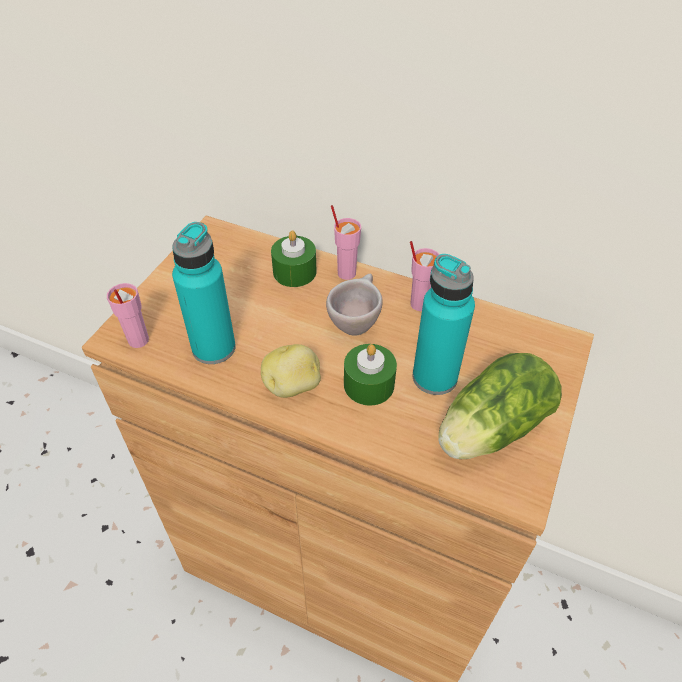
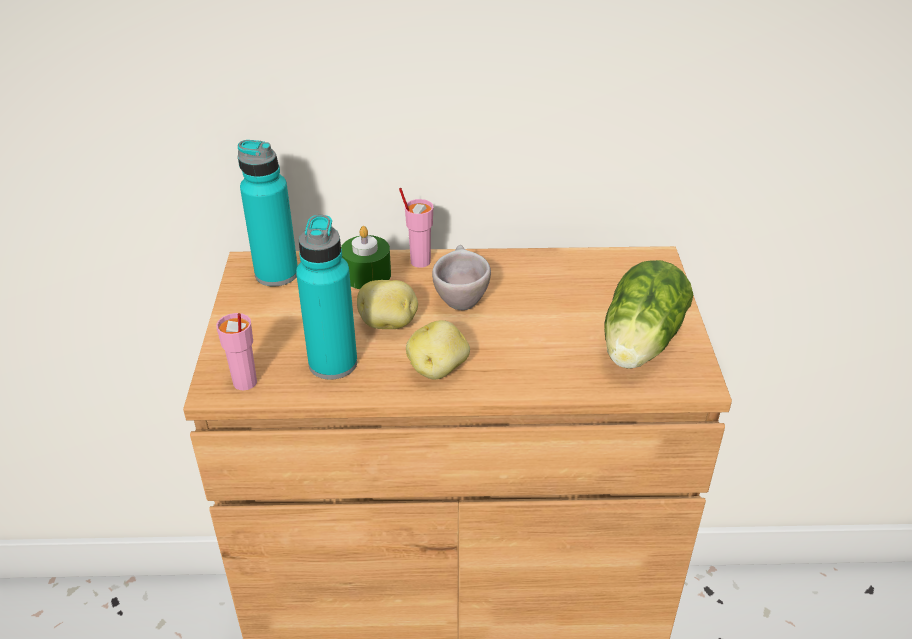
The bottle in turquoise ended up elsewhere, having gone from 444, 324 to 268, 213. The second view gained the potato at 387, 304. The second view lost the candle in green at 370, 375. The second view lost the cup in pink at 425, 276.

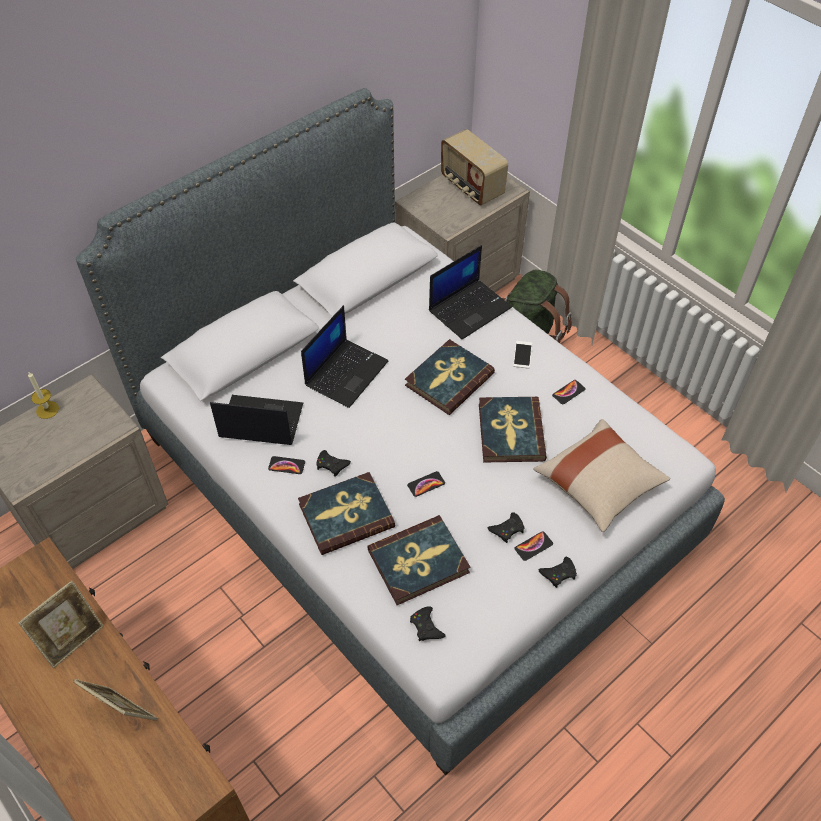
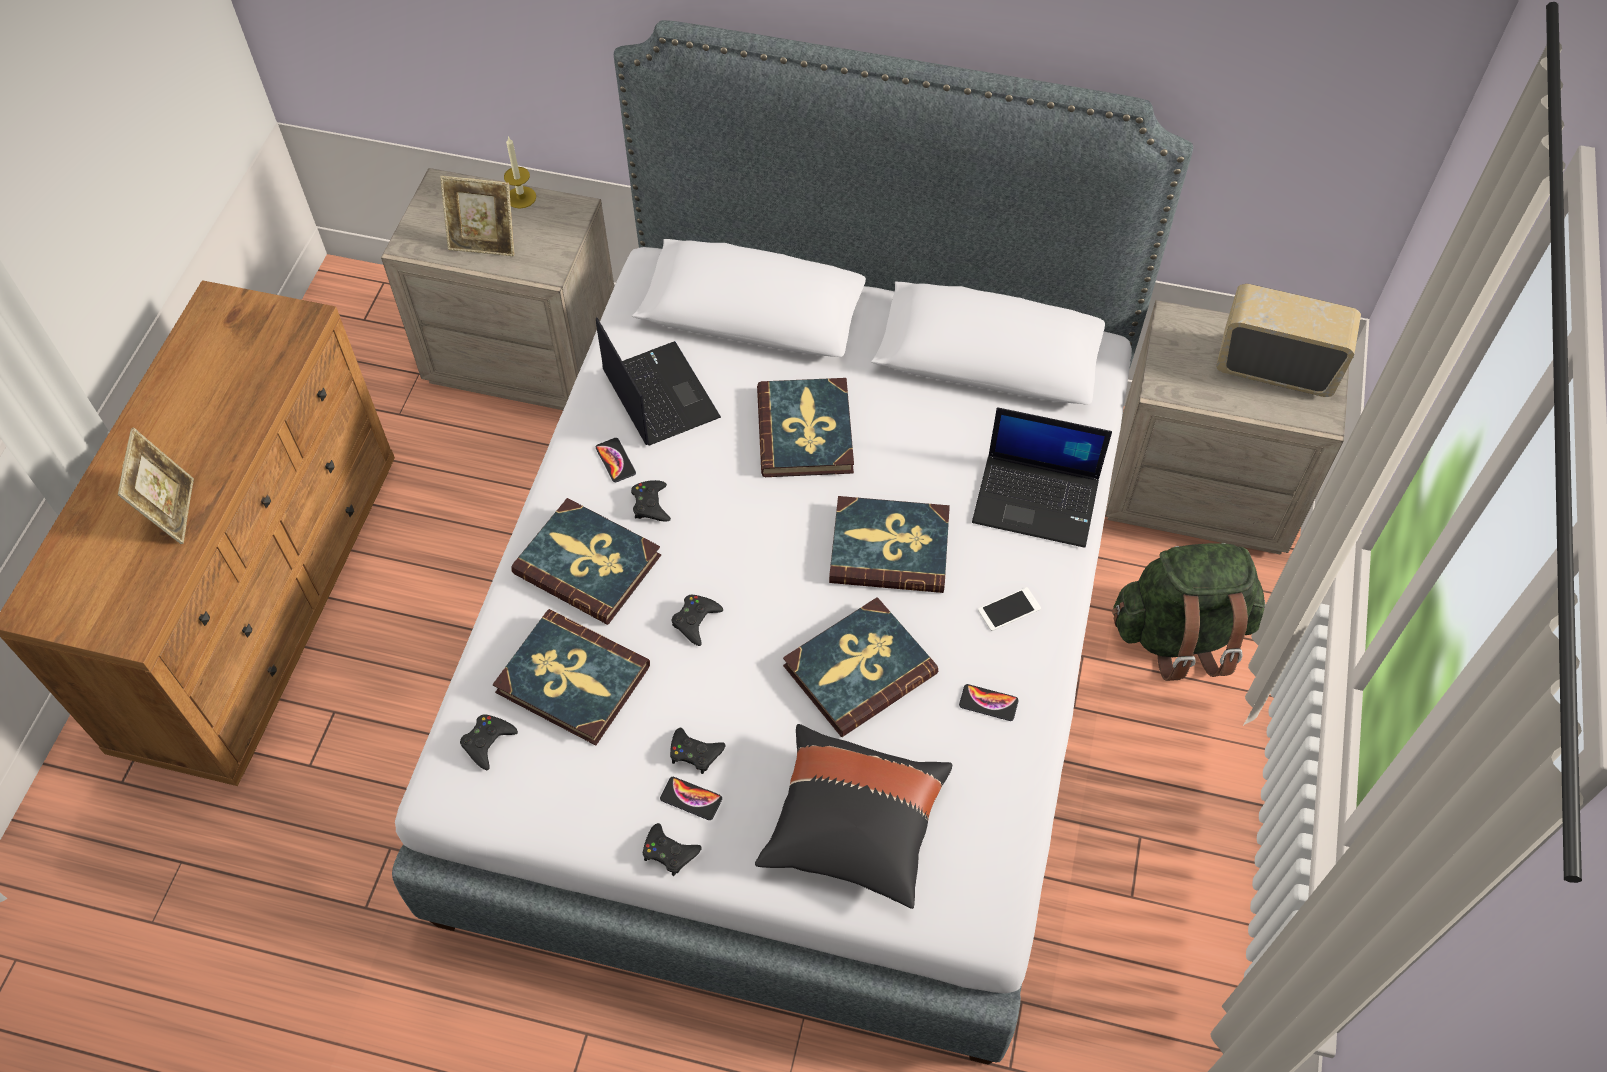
The picture frame ended up elsewhere, having gone from 61, 624 to 477, 216. Where the phone stood at 426, 484, the game controller in black came to stand at 697, 620. What was the pillow in beige at 601, 475 turned into the pillow in black at 853, 816. Where the laptop stood at 344, 356, the book came to stand at 805, 427. The radio at 474, 167 ended up facing another way, 90 degrees clockwise from before.

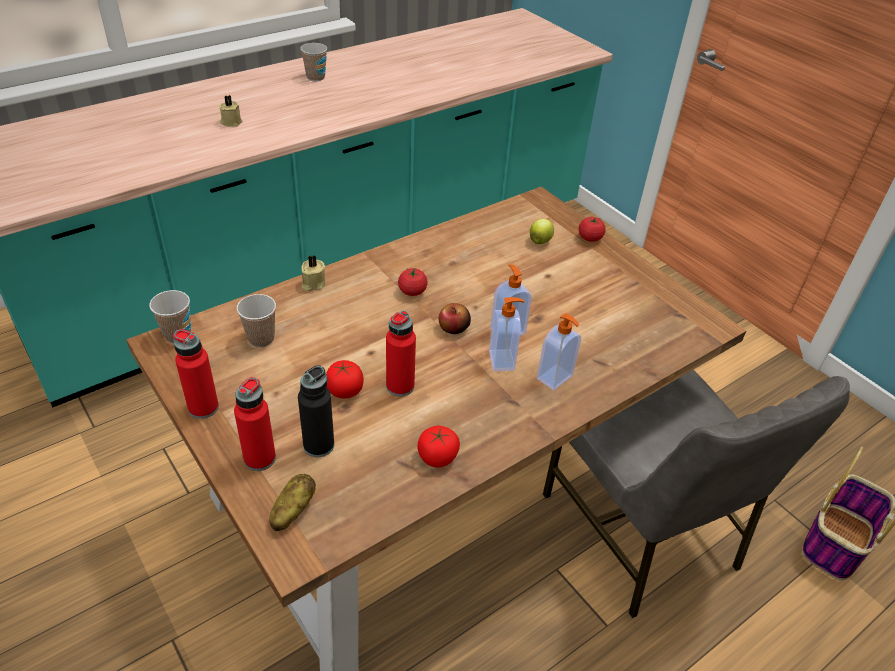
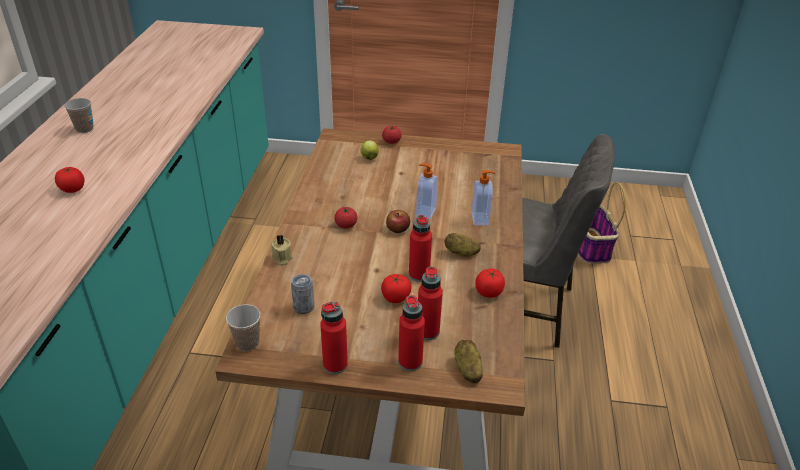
Where the candle in beige stood at 230, 111, the tomato came to stand at 70, 179. Where the cup stood at 256, 320, the can came to stand at 302, 294. What was the bottle in black at 316, 411 turned into the bottle in red at 430, 303. The second view gained the potato at 463, 245. The second view lost the soap dispenser at 506, 334.

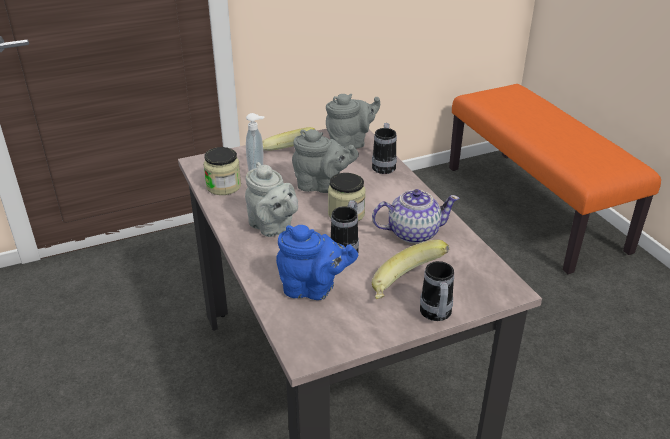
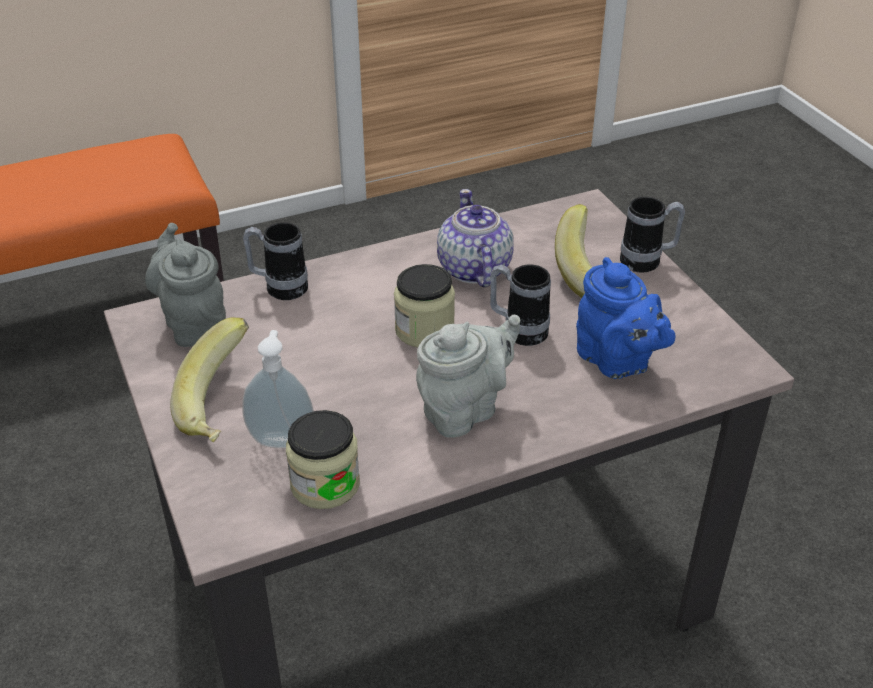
The teapot in blue at 317, 262 ended up facing another way, 135 degrees clockwise from before. The second view lost the teapot in grey at 325, 161.

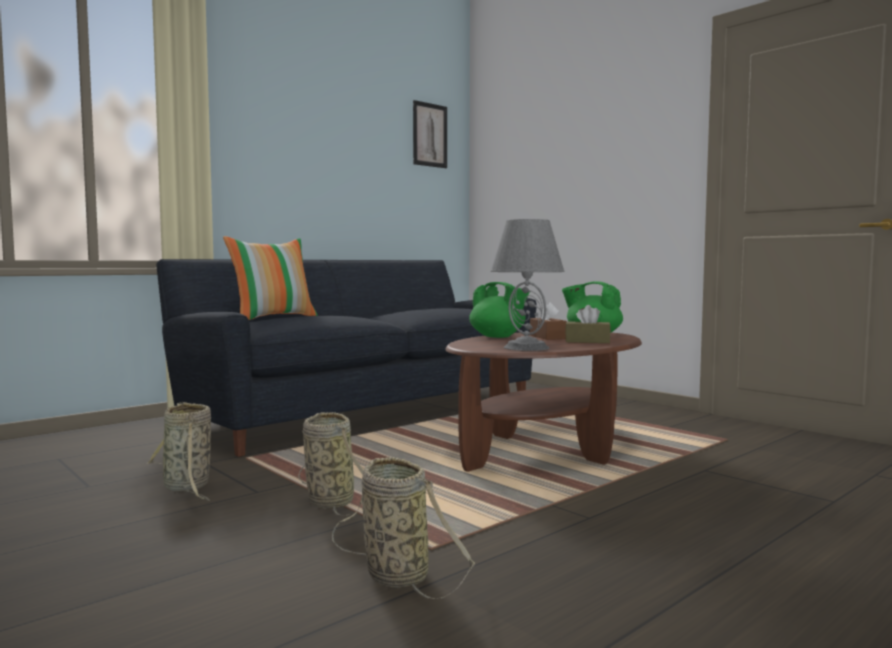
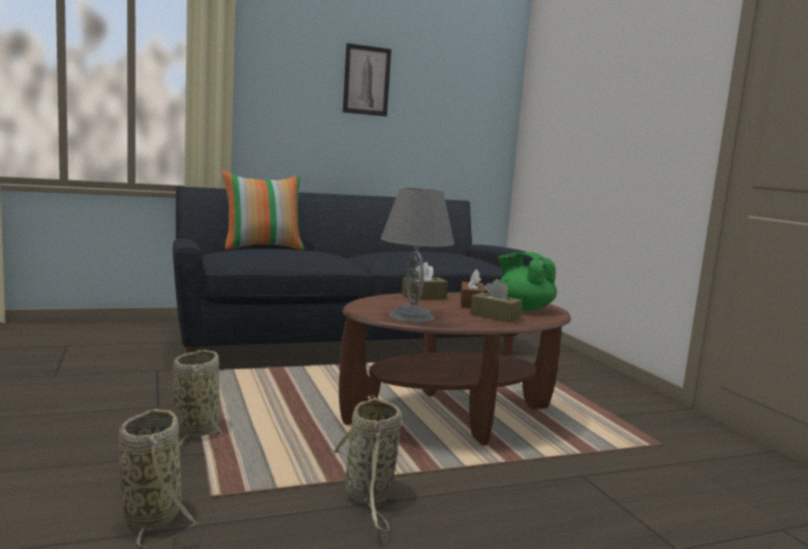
The basket ended up elsewhere, having gone from 178, 451 to 366, 463. The picture ended up elsewhere, having gone from 430, 134 to 367, 80. Where the teapot in green stood at 499, 310, the tissue box in brown came to stand at 425, 281.

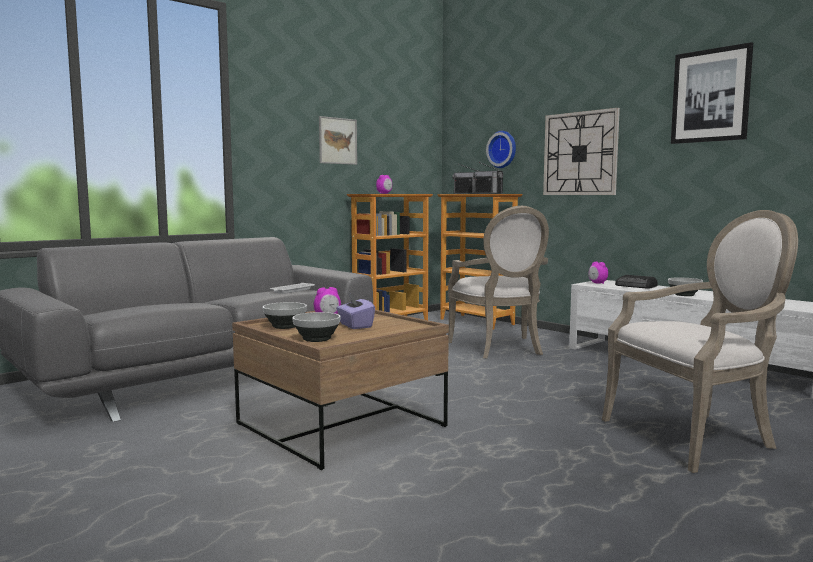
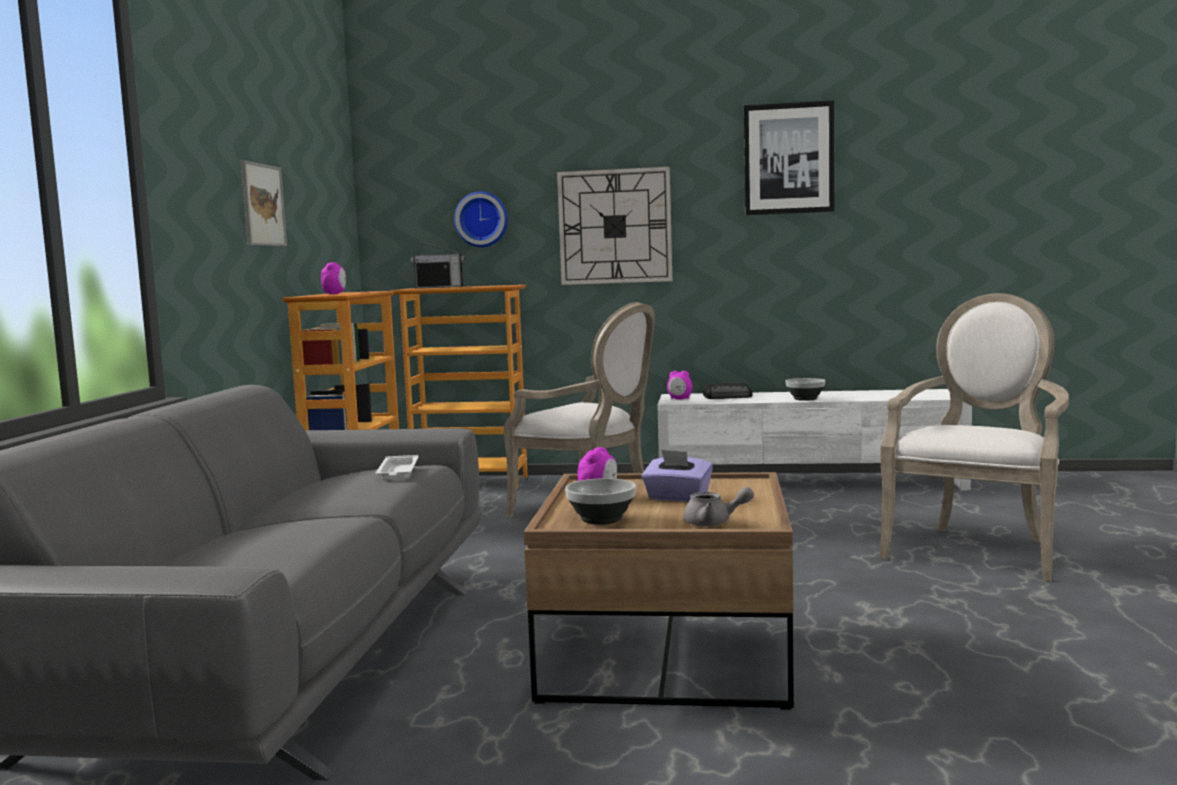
Where the bowl stood at 316, 327, the teapot in grey came to stand at 718, 506. The second view lost the radio at 488, 178.

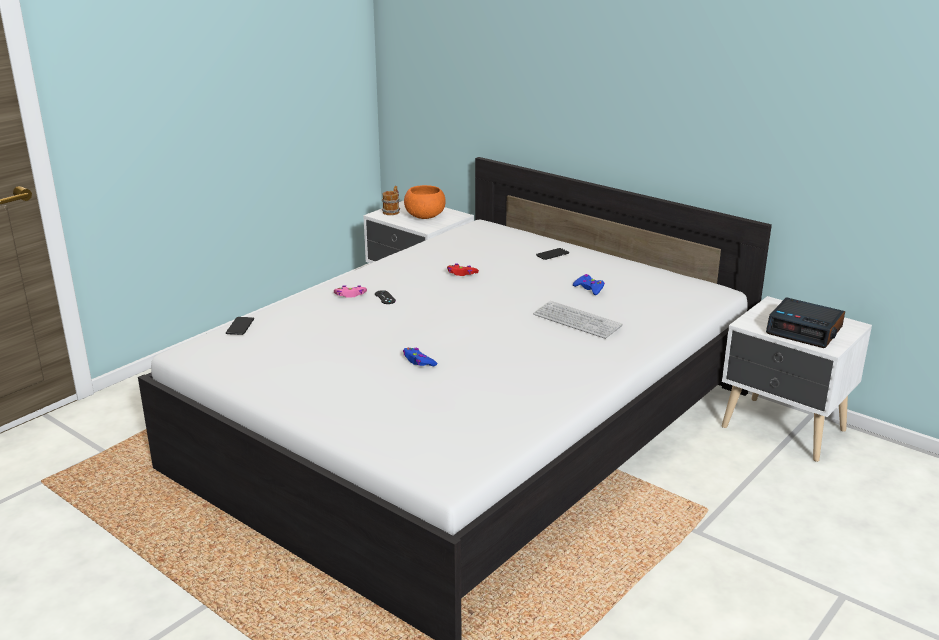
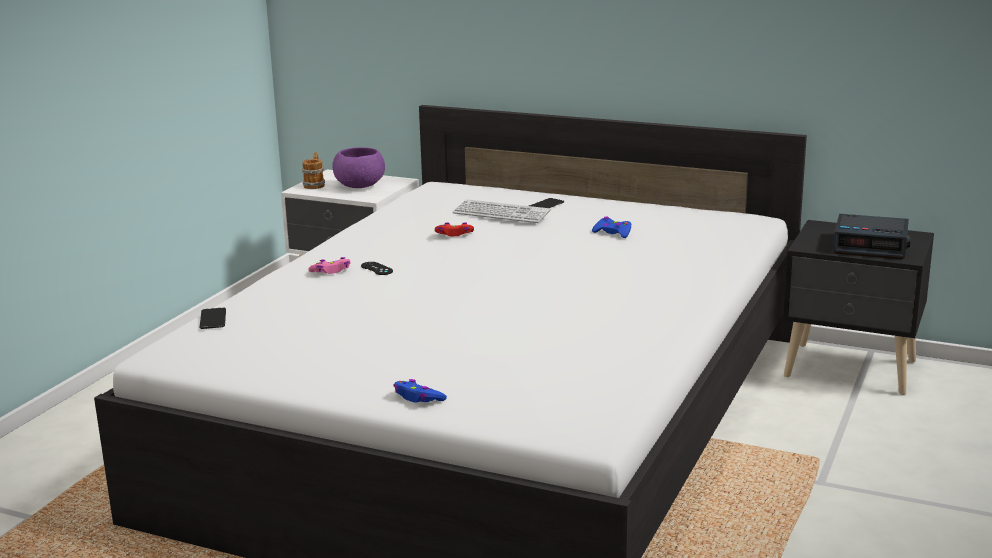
What was the bowl in orange at 425, 202 turned into the bowl in purple at 358, 167. The game controller in blue ended up elsewhere, having gone from 420, 357 to 420, 391. The keyboard ended up elsewhere, having gone from 577, 320 to 501, 211. What was the nightstand in white at 797, 379 turned into the nightstand in black at 858, 307.

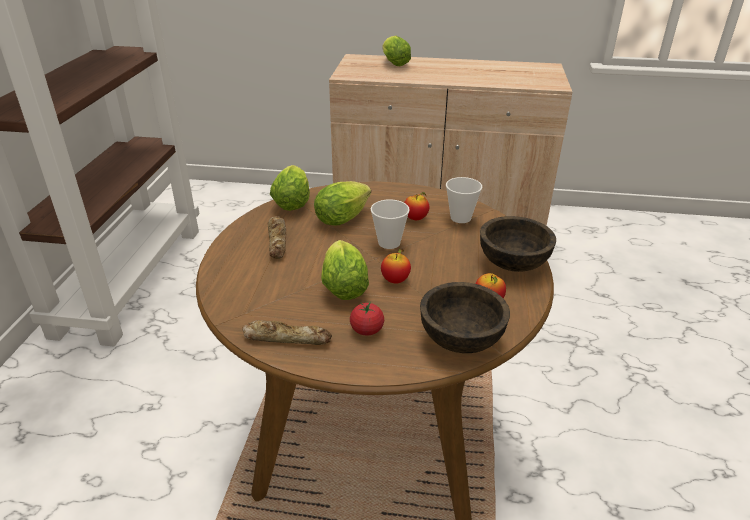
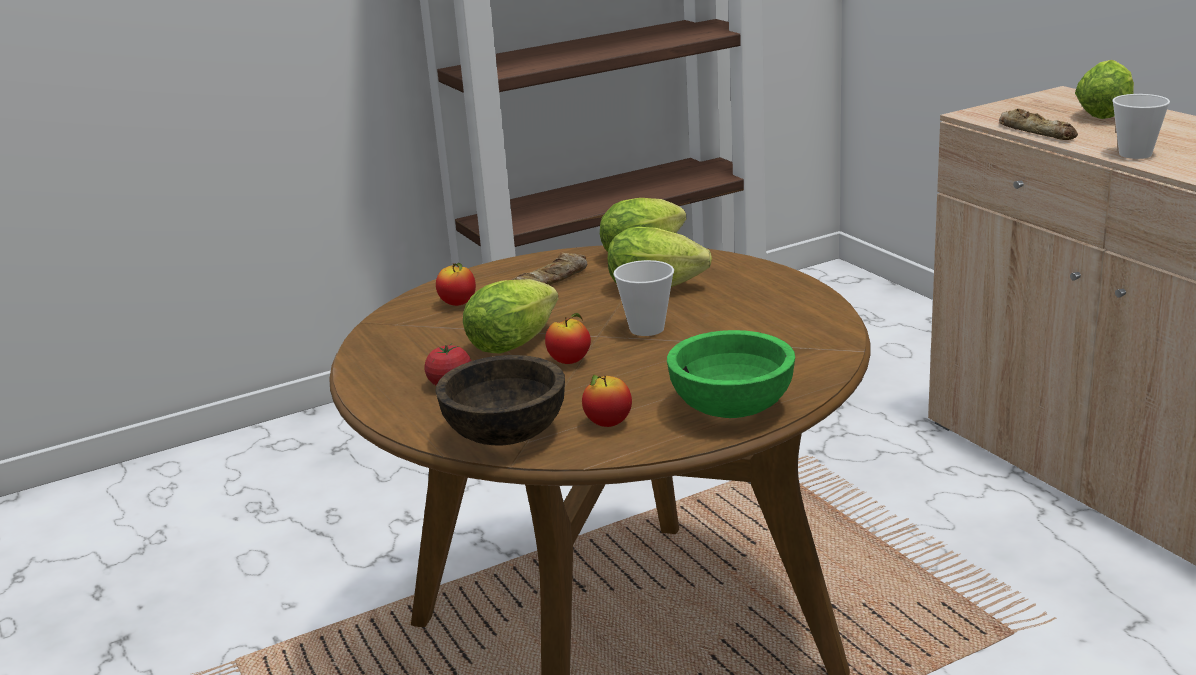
The apple ended up elsewhere, having gone from 417, 206 to 456, 284. What was the bowl in brown at 518, 244 turned into the bowl in green at 731, 374. The bread ended up elsewhere, having gone from 287, 332 to 1038, 124. The cup ended up elsewhere, having gone from 464, 200 to 1141, 126.

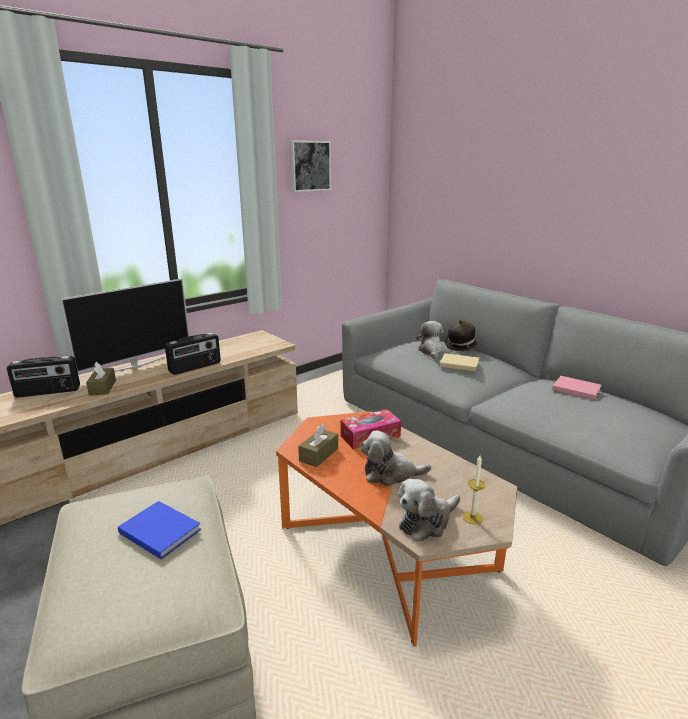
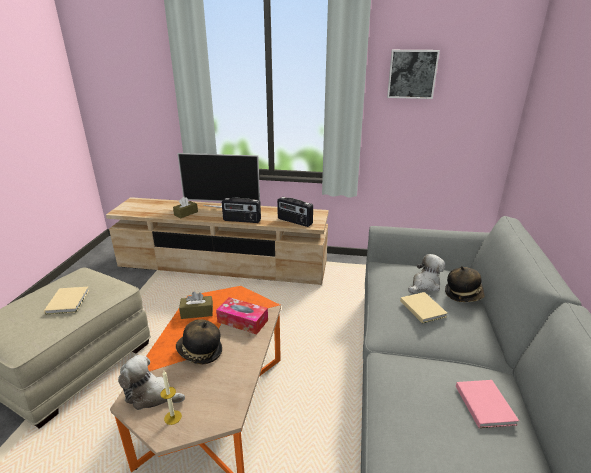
What was the book in blue at 159, 530 turned into the book in beige at 66, 301. Where the plush toy stood at 396, 458, the hat came to stand at 199, 341. The radio ended up elsewhere, having gone from 43, 376 to 295, 212.

